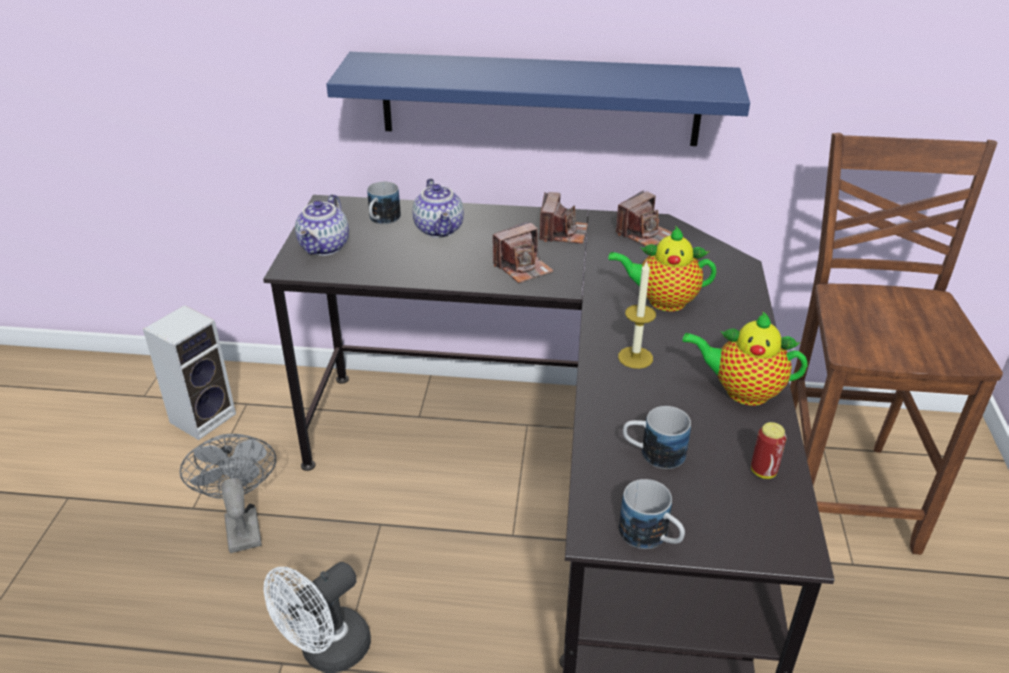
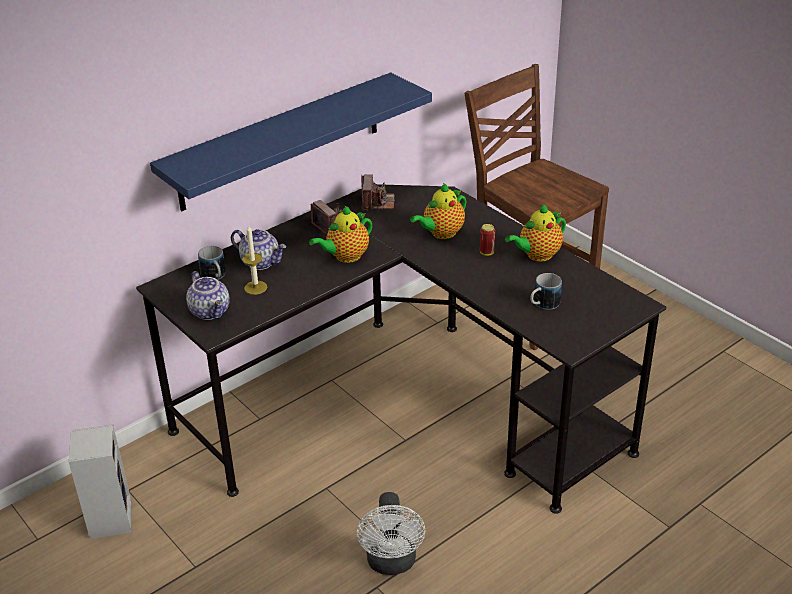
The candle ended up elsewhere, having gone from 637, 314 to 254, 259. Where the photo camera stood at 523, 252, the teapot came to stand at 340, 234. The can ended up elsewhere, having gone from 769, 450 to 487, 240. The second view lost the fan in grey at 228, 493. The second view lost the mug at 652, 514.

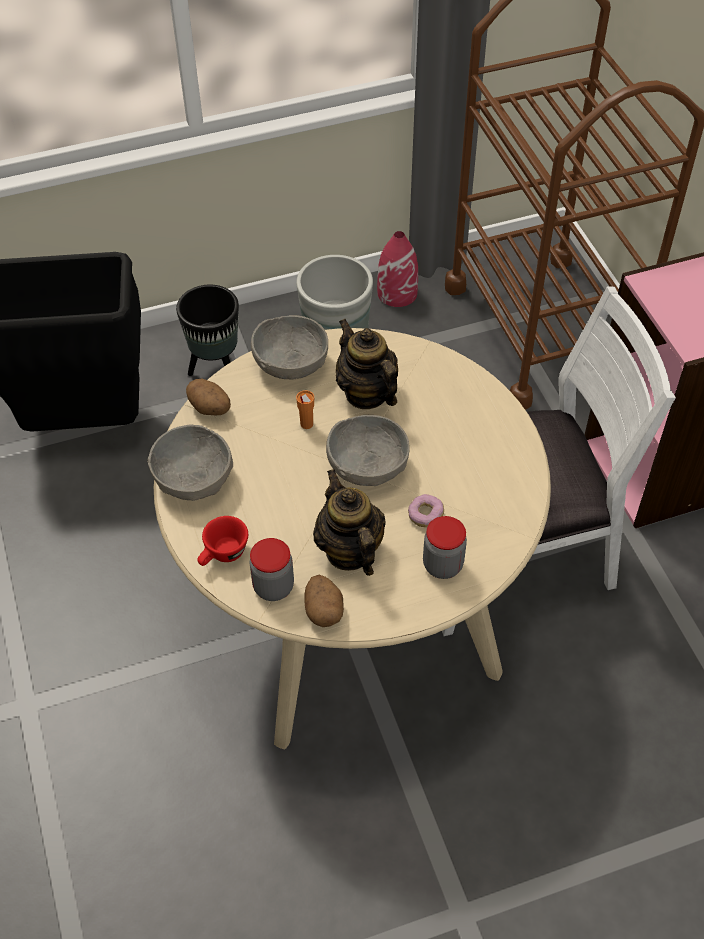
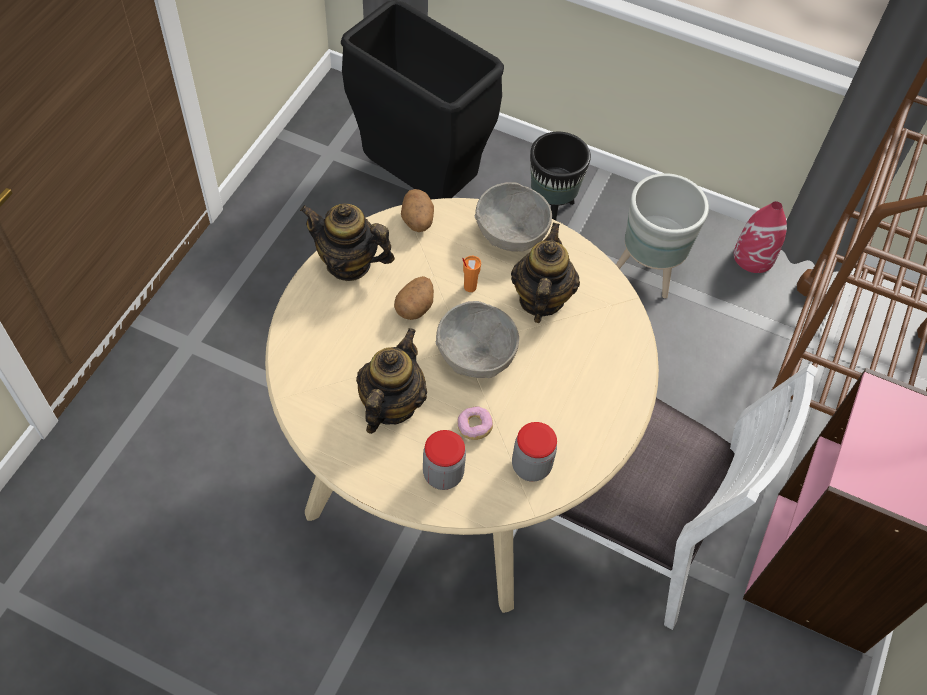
Where the bowl in grey stood at 190, 462, the teapot came to stand at 347, 242. The potato ended up elsewhere, having gone from 324, 601 to 414, 298. The jar ended up elsewhere, having gone from 272, 569 to 534, 452. The second view lost the cup in red at 222, 541.

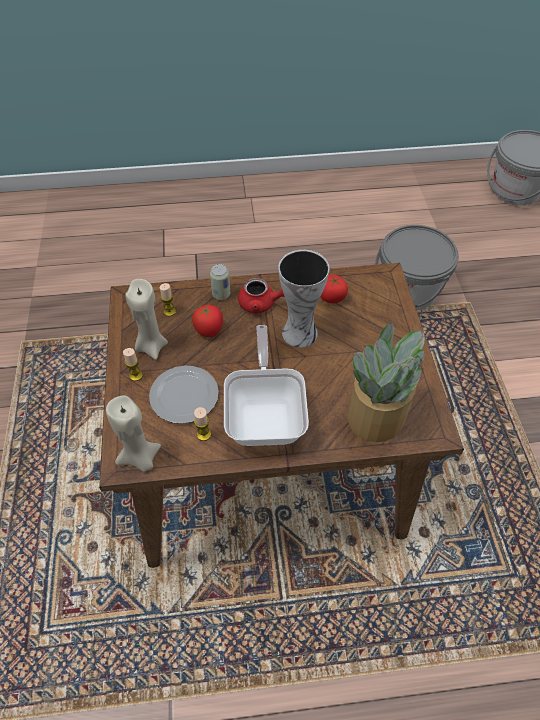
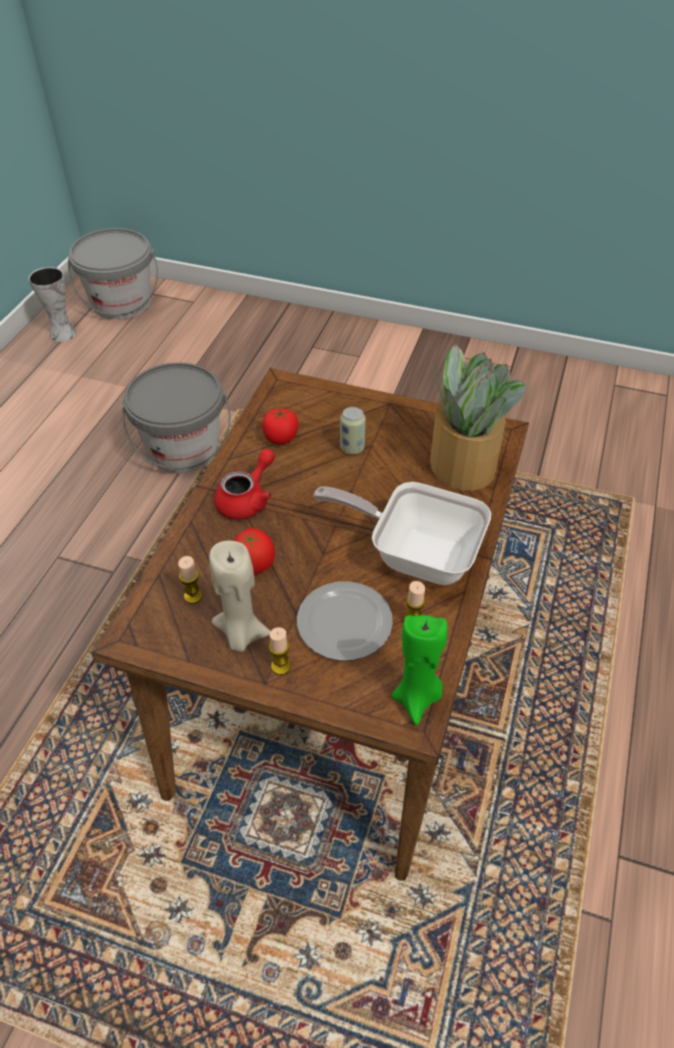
The vase ended up elsewhere, having gone from 304, 298 to 52, 304. The can ended up elsewhere, having gone from 220, 282 to 353, 430. What was the candle in beige at 133, 433 turned into the candle in green at 420, 670.

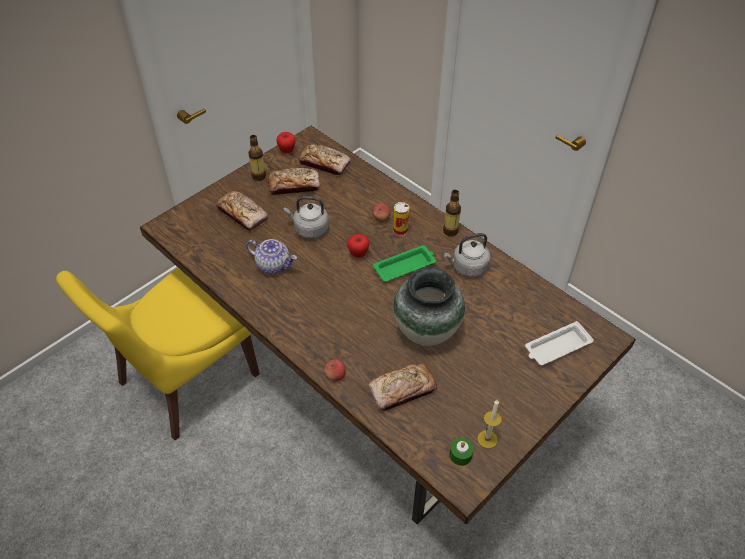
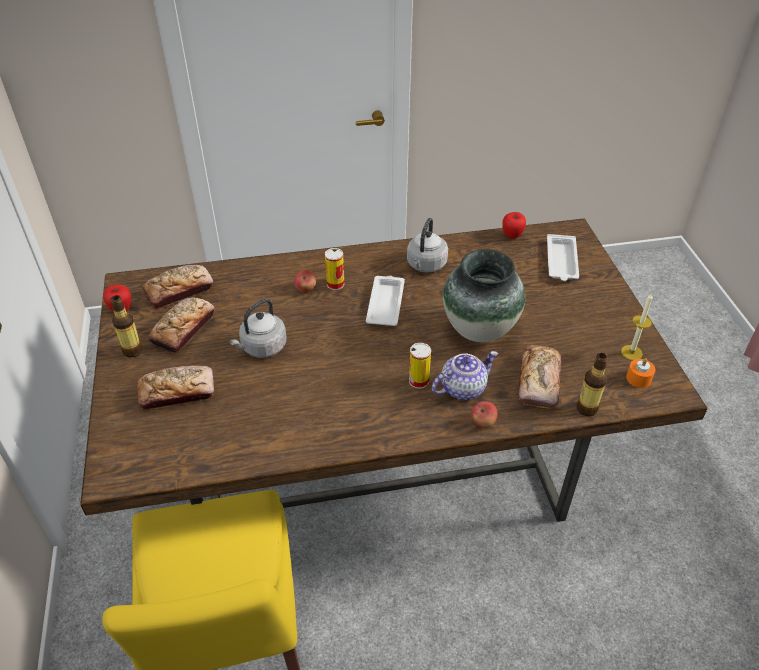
What was the tray in green at 404, 263 turned into the tray in white at 385, 301. The second view gained the can at 420, 366. The teapot ended up elsewhere, having gone from 271, 256 to 465, 375. The apple ended up elsewhere, having gone from 358, 246 to 514, 225. The bottle ended up elsewhere, having gone from 452, 213 to 592, 384. What was the candle in green at 461, 452 turned into the candle in orange at 640, 373.

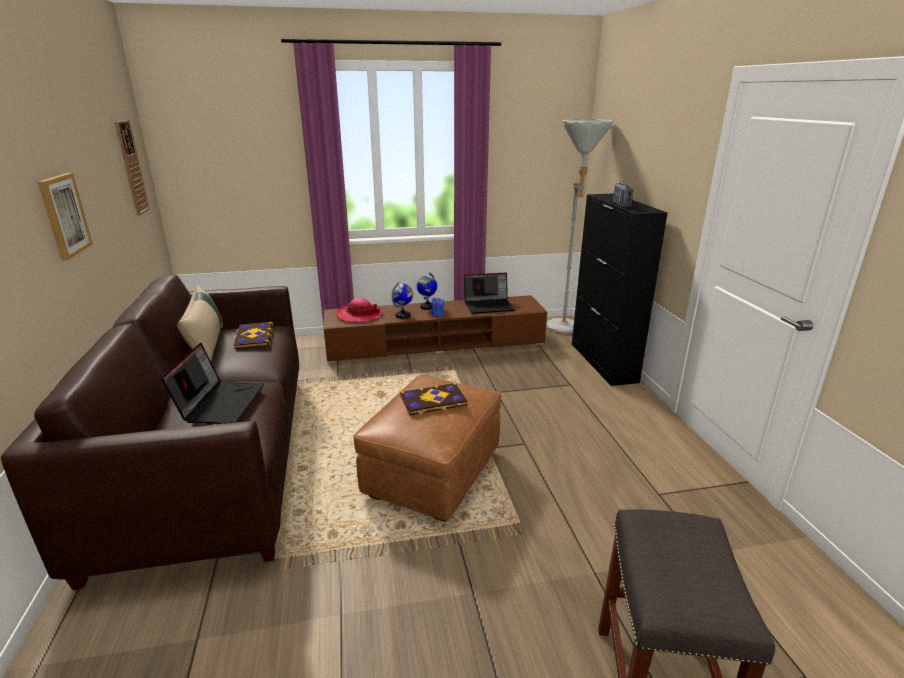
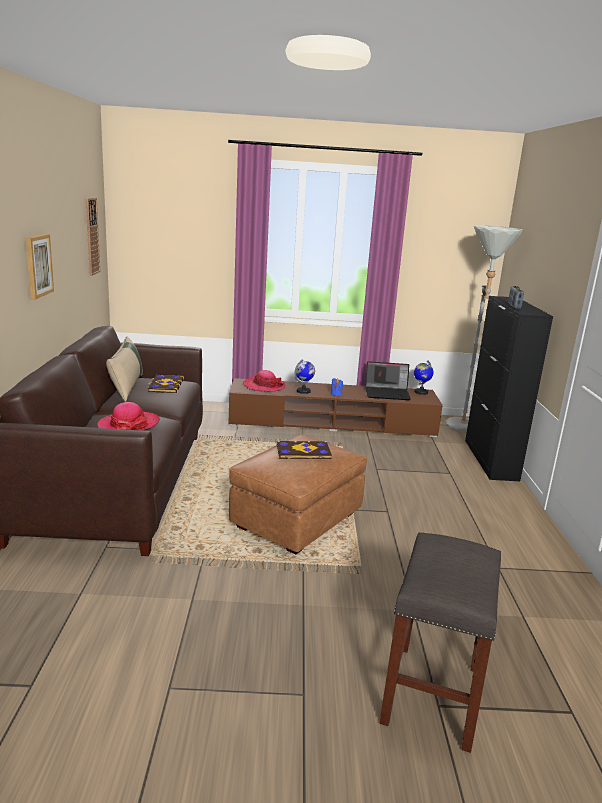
Where the laptop stood at 212, 383, the hat came to stand at 128, 416. The globe ended up elsewhere, having gone from 427, 291 to 423, 377.

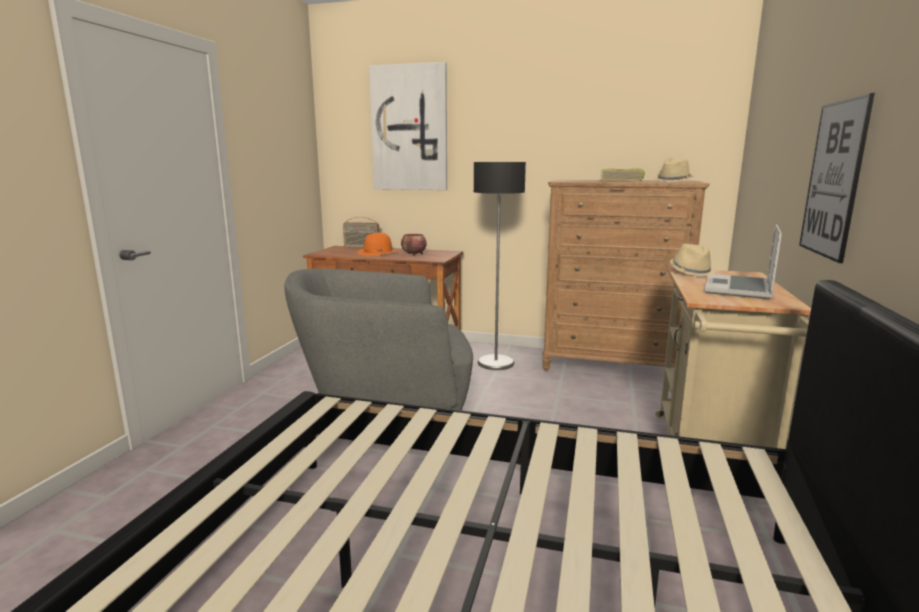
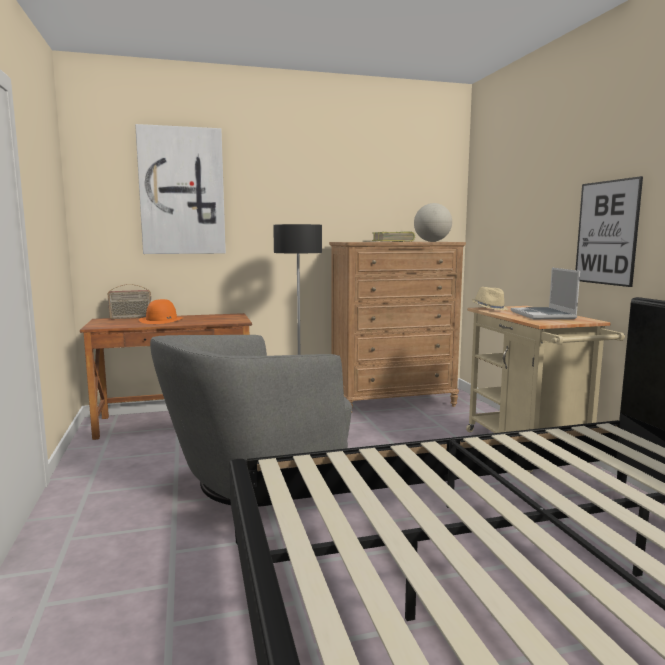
Where the hat in beige stood at 673, 170, the globe came to stand at 433, 222. The second view lost the bowl at 414, 245.

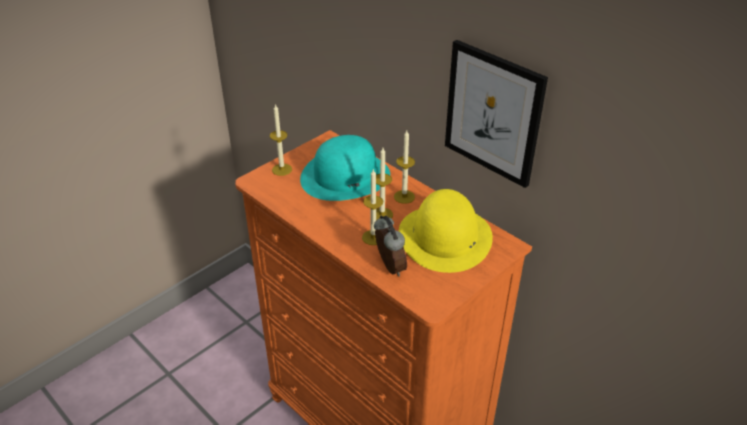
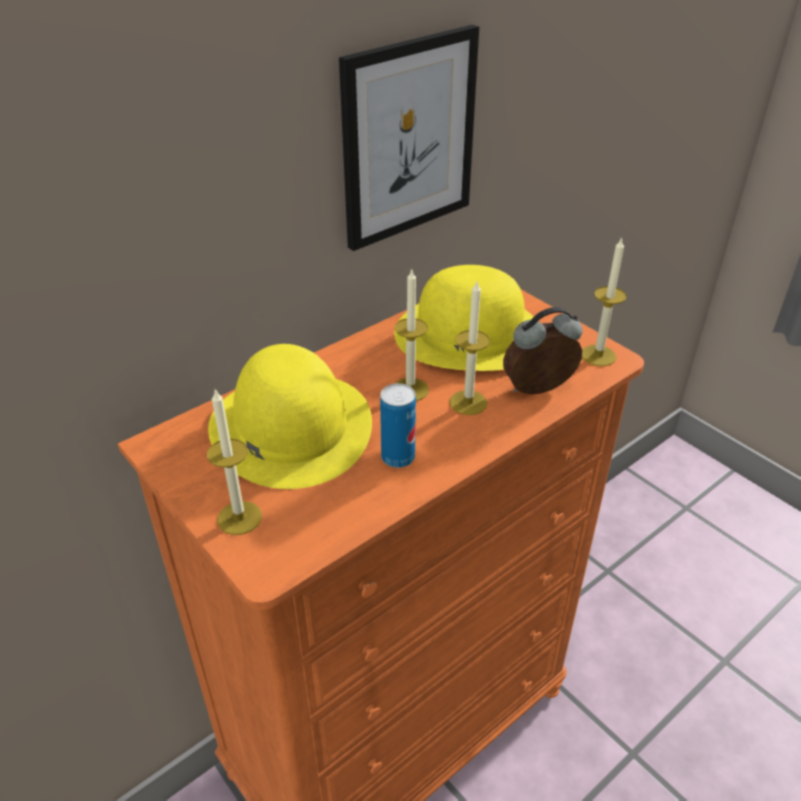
What was the hat in turquoise at 345, 168 turned into the hat in yellow at 290, 416. The second view gained the can at 398, 425. The candle ended up elsewhere, having gone from 404, 167 to 604, 301.

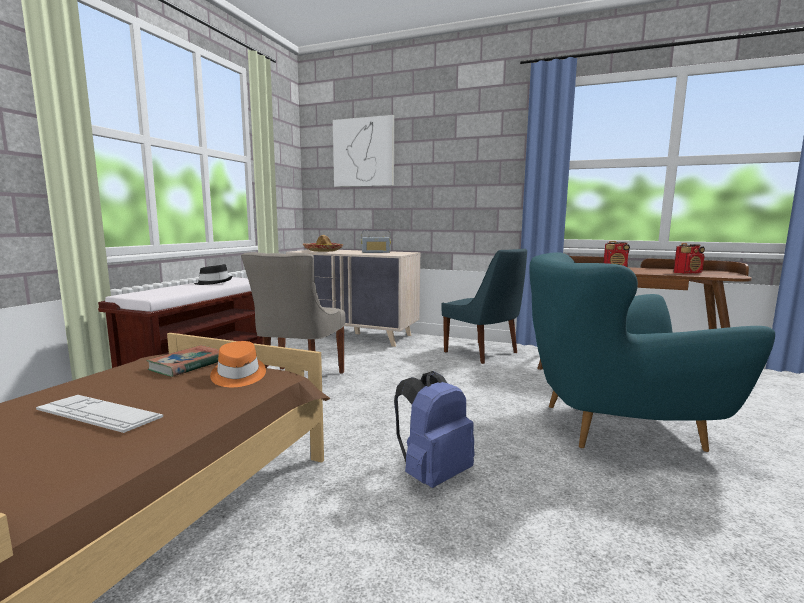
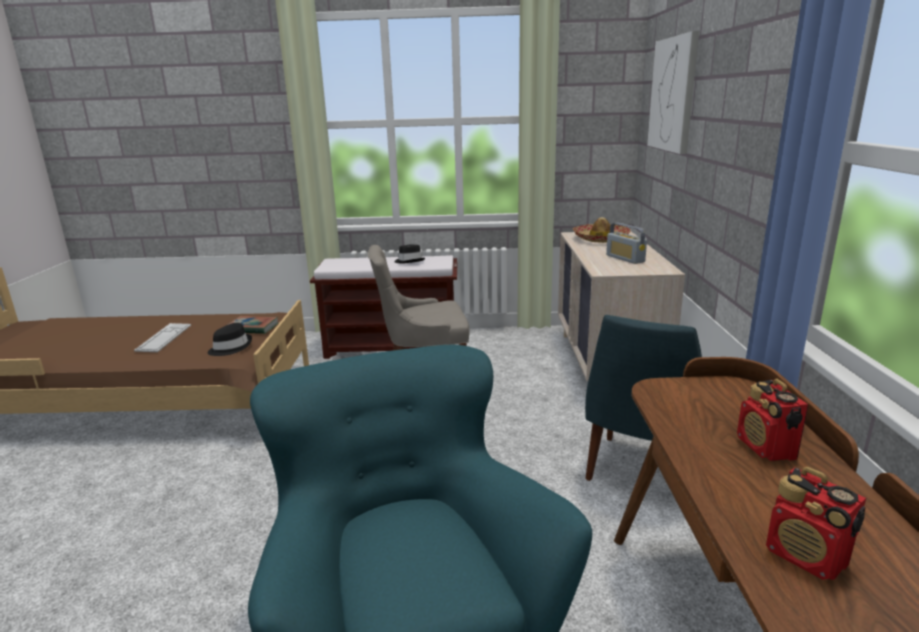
What was the hat in orange at 238, 364 turned into the hat in black at 229, 339. The second view lost the backpack in blue at 434, 429.

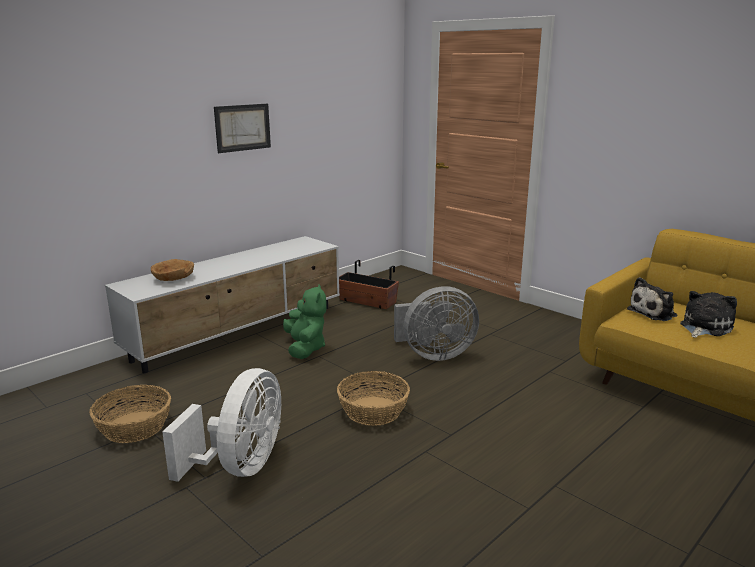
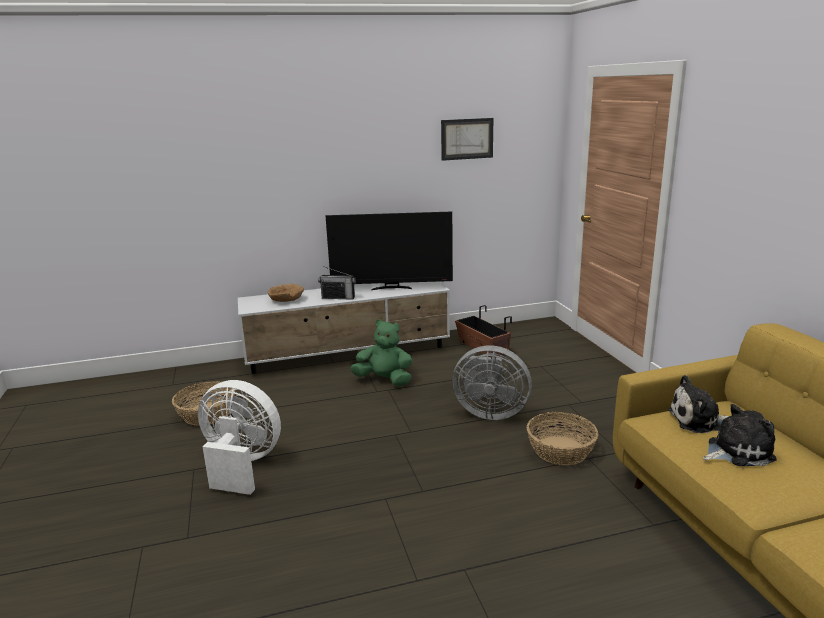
The fan in white at 221, 425 ended up facing another way, 120 degrees counterclockwise from before. The second view gained the radio at 337, 283. The second view gained the television at 389, 251. The plush toy in green at 305, 322 ended up facing another way, 90 degrees counterclockwise from before. The picture ended up elsewhere, having gone from 242, 128 to 467, 139. The basket ended up elsewhere, having gone from 373, 398 to 562, 438.

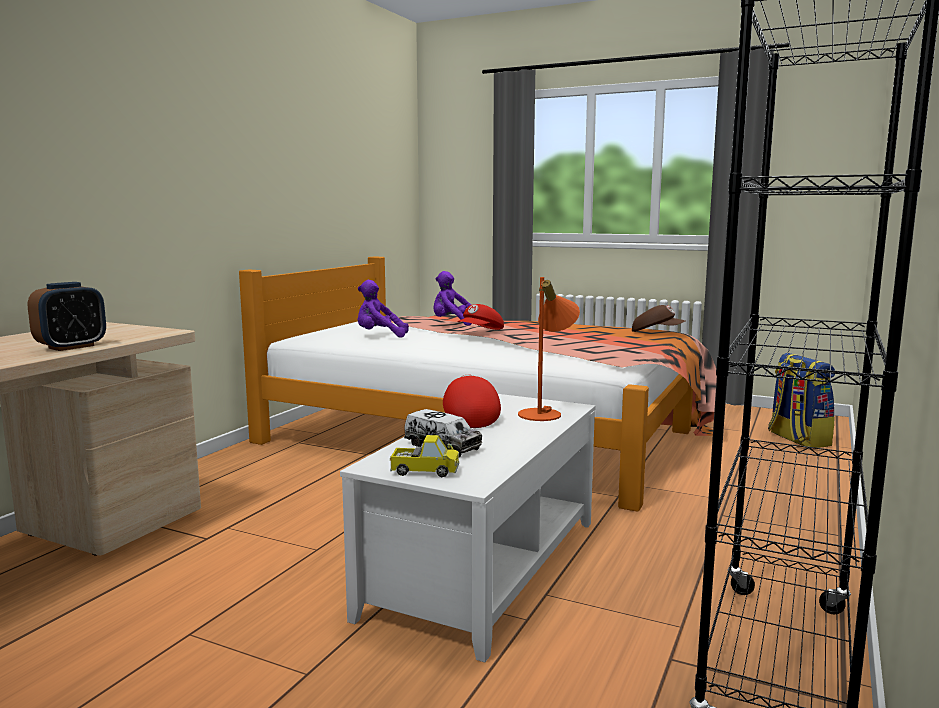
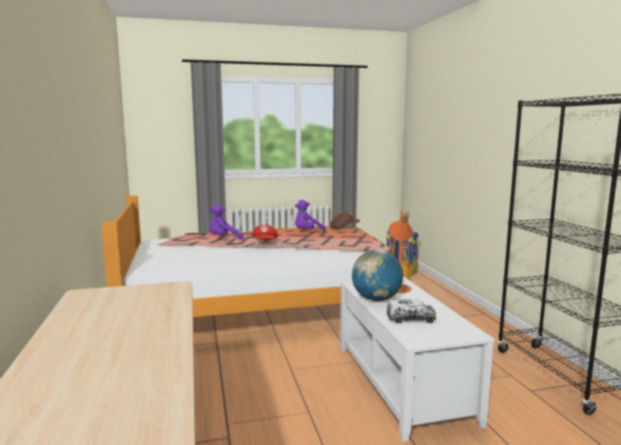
The plush toy in purple ended up elsewhere, having gone from 383, 309 to 310, 216. Where the cap in red stood at 472, 401, the globe came to stand at 377, 275. The second view lost the alarm clock at 67, 316. The second view lost the toy truck at 424, 456.

